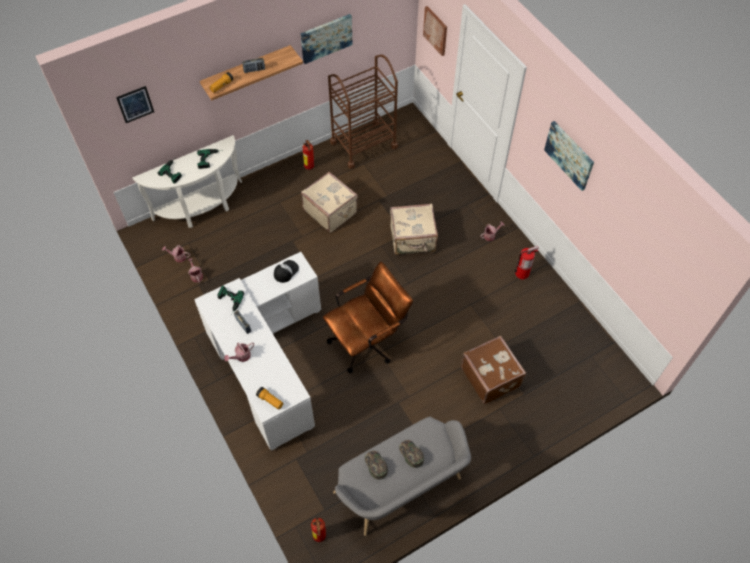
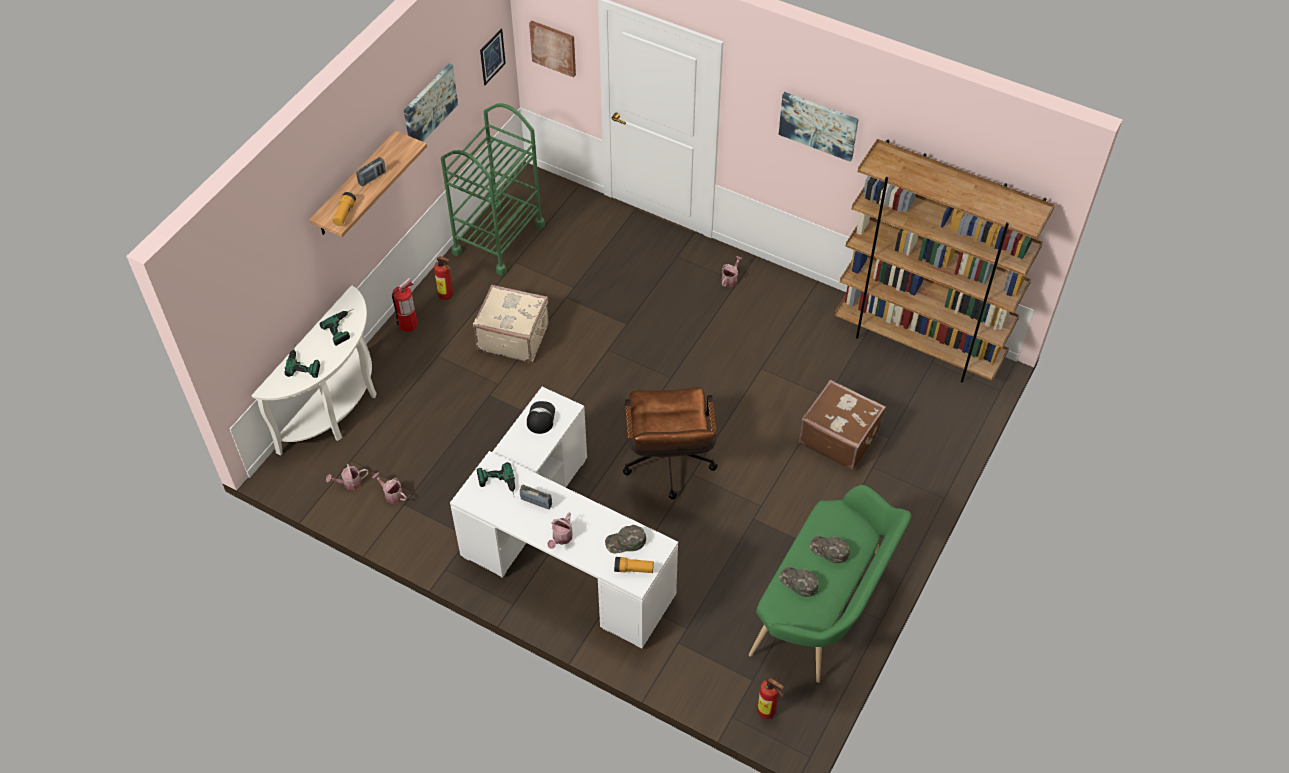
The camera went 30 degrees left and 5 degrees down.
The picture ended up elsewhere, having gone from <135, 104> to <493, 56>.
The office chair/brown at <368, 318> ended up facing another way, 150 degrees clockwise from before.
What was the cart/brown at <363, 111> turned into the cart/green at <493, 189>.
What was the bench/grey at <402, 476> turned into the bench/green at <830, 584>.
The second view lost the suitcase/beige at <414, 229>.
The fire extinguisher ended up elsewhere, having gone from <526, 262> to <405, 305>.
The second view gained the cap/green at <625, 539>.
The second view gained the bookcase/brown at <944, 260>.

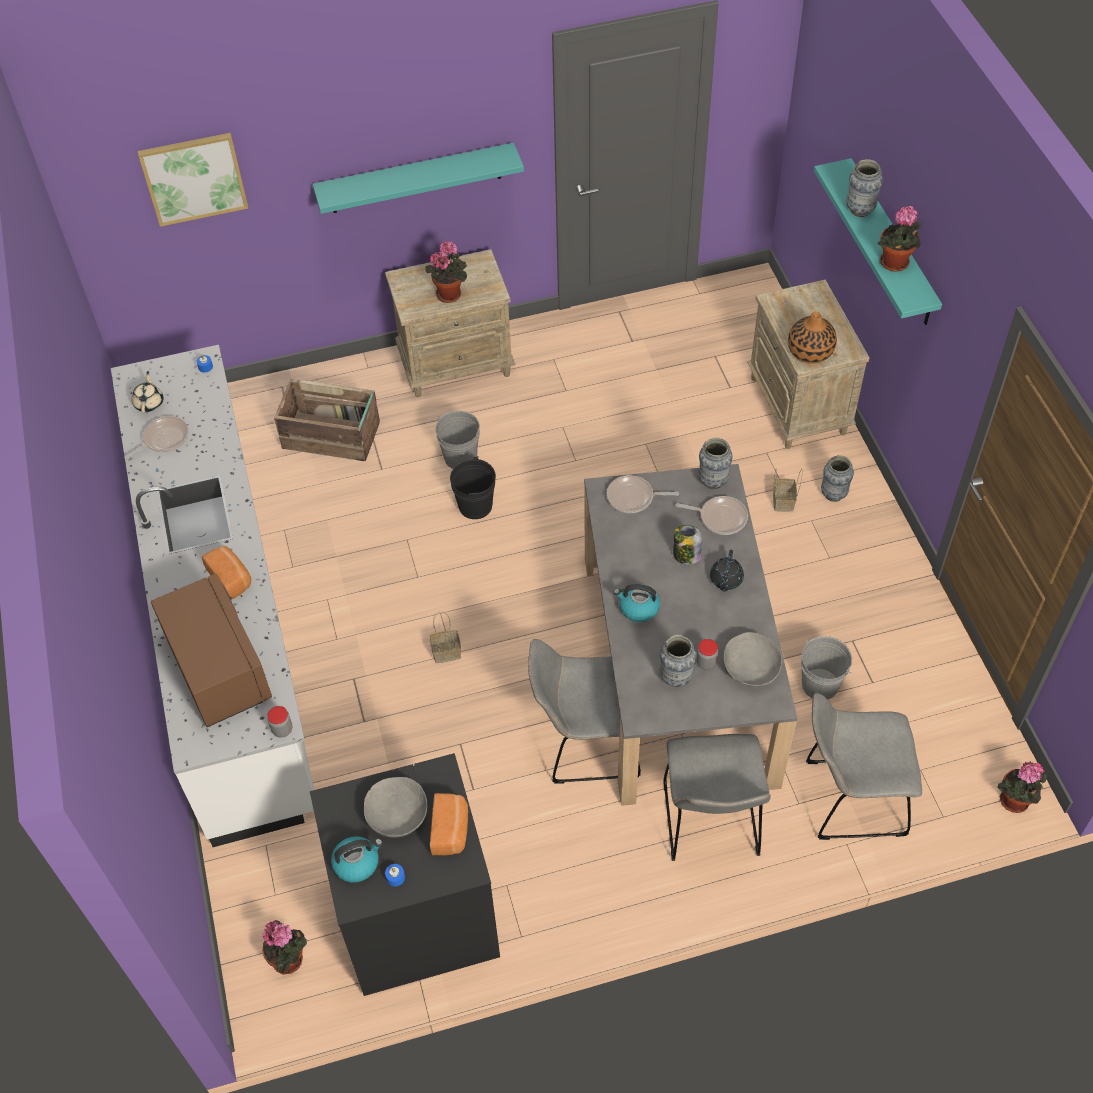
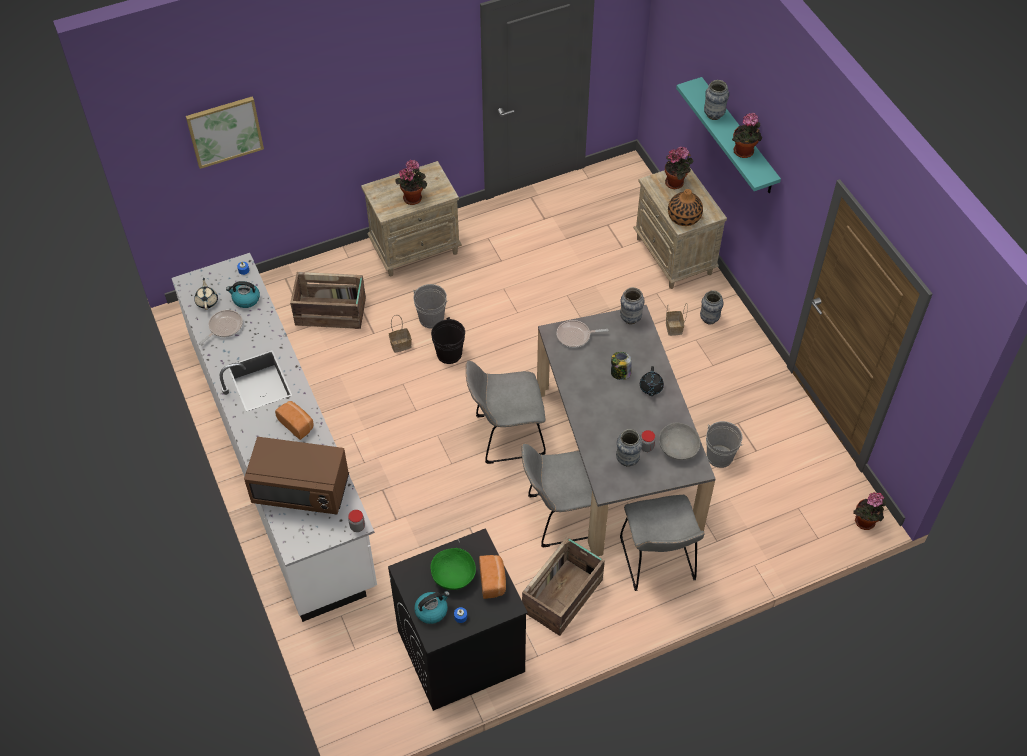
The camera went 10 degrees left and 0 degrees up.
The microwave/brown at <211, 650> ended up facing another way, 135 degrees clockwise from before.
The potted plant ended up elsewhere, having gone from <285, 947> to <679, 168>.
The second view lost the shelf/turquoise at <418, 178>.
What was the bowl/grey at <395, 807> turned into the bowl/green at <453, 569>.
The basket ended up elsewhere, having gone from <445, 637> to <400, 334>.
The kettle ended up elsewhere, having gone from <637, 603> to <243, 294>.
The second view lost the frying pan at <712, 515>.
The chair/grey ended up elsewhere, having gone from <864, 766> to <506, 412>.
The second view gained the crate at <563, 586>.

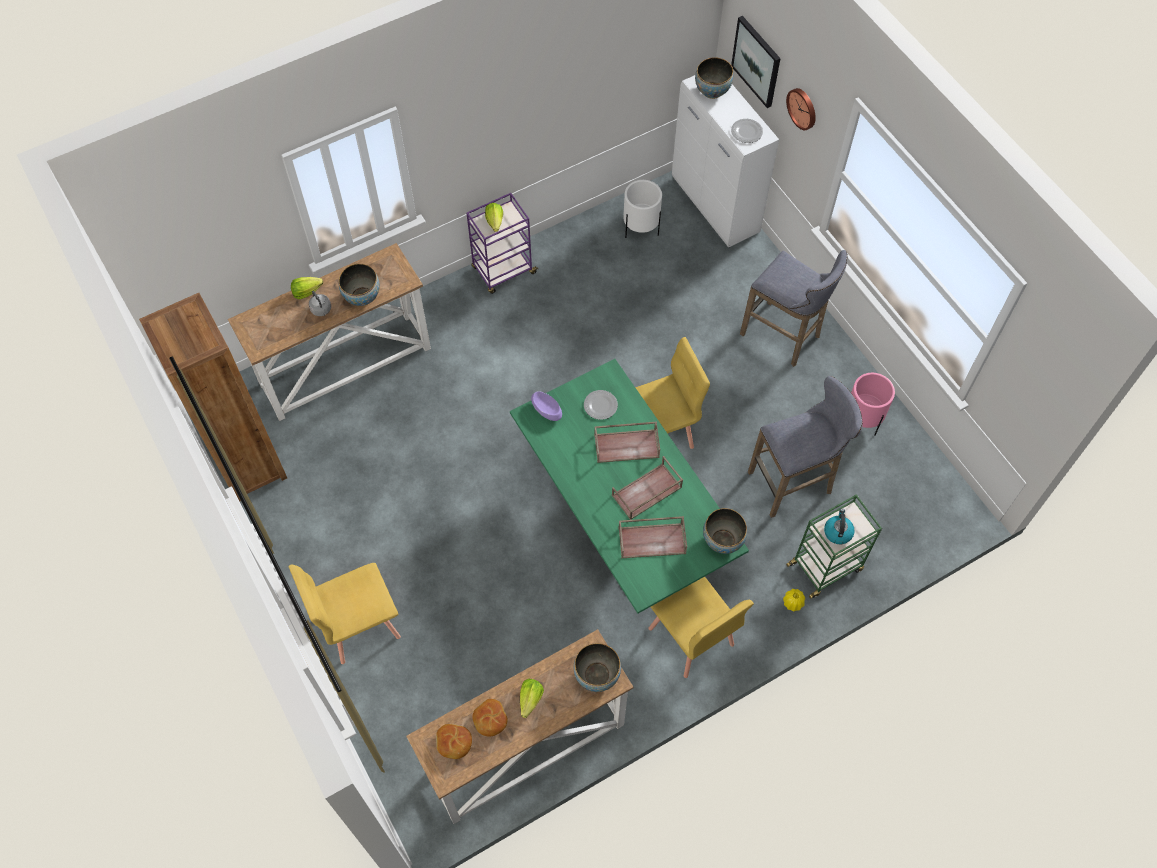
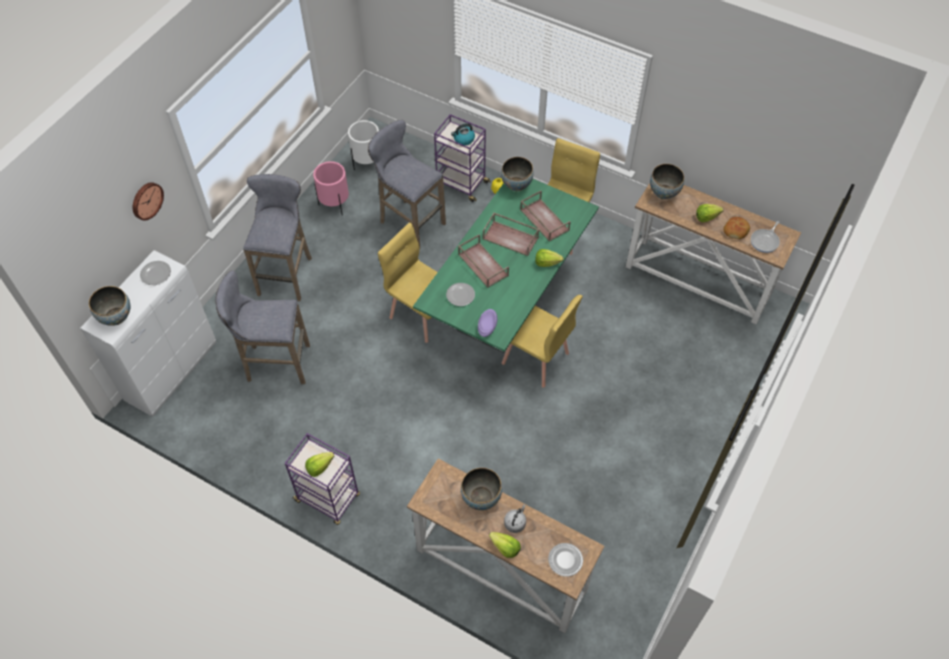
The camera went 120 degrees left and 5 degrees down.
The second view lost the bookcase/brown at <213, 397>.
The chair/yellow ended up elsewhere, having gone from <344, 613> to <542, 341>.
Where the bread stood at <454, 741>, the frying pan came to stand at <765, 237>.
The planter/white ended up elsewhere, having gone from <642, 209> to <363, 145>.
The second view lost the picture at <756, 62>.
What was the cart/green at <834, 546> turned into the cart/purple at <462, 158>.
The second view gained the stool/grey at <263, 327>.
The second view gained the lettuce at <549, 258>.
The second view gained the plate at <565, 560>.

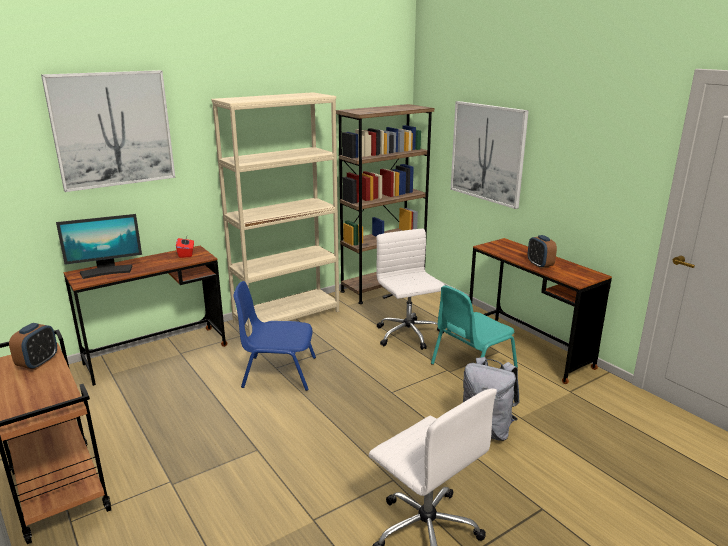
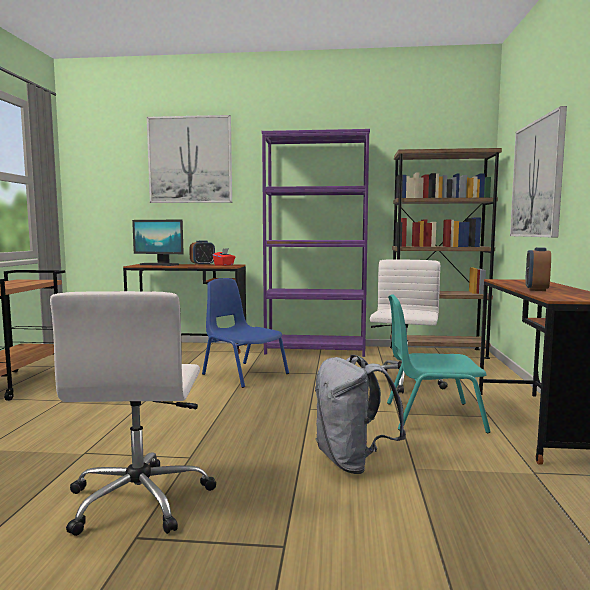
The camera went 40 degrees right and 15 degrees down.
The alarm clock ended up elsewhere, having gone from <33, 346> to <202, 253>.
What was the bookcase/beige at <275, 214> turned into the bookcase/purple at <315, 243>.

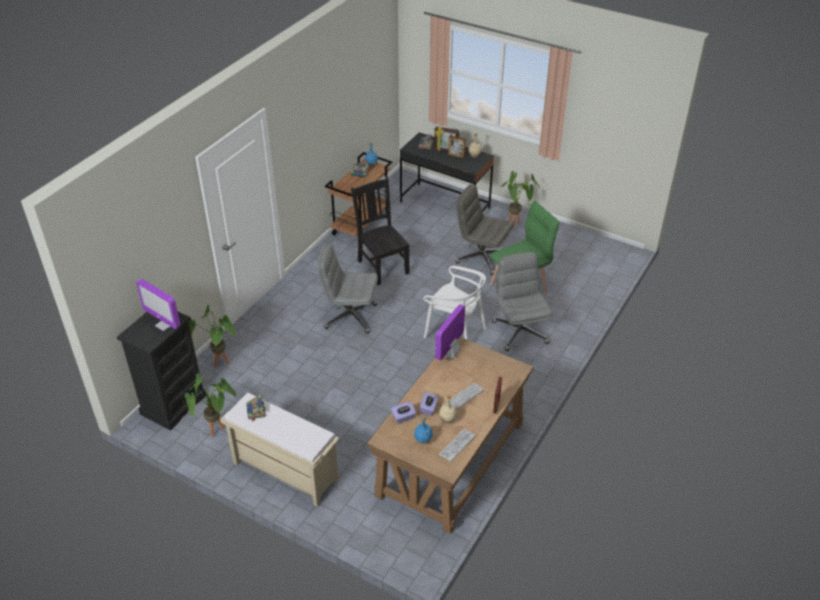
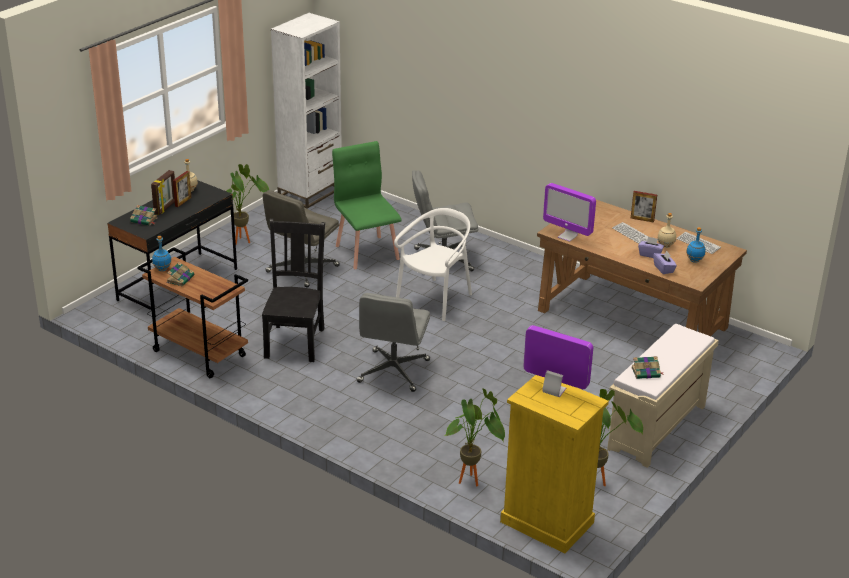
The camera went 85 degrees left and 10 degrees down.
What was the dresser/black at <161, 371> turned into the dresser/yellow at <554, 464>.
The monitor at <158, 305> ended up facing another way, 105 degrees counterclockwise from before.
The chair/black at <380, 231> ended up facing another way, 120 degrees clockwise from before.
The second view gained the bookcase/white at <306, 111>.

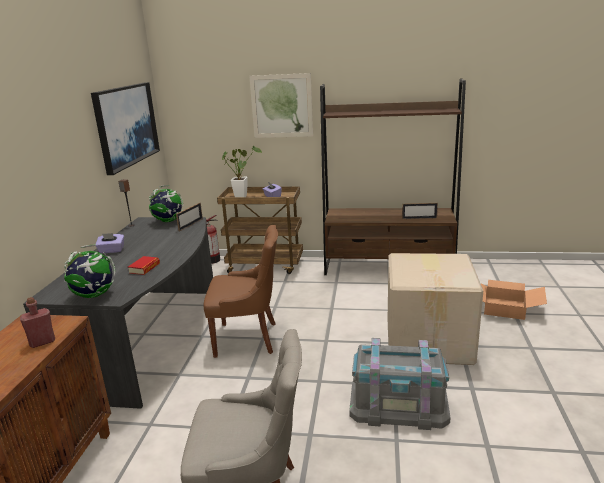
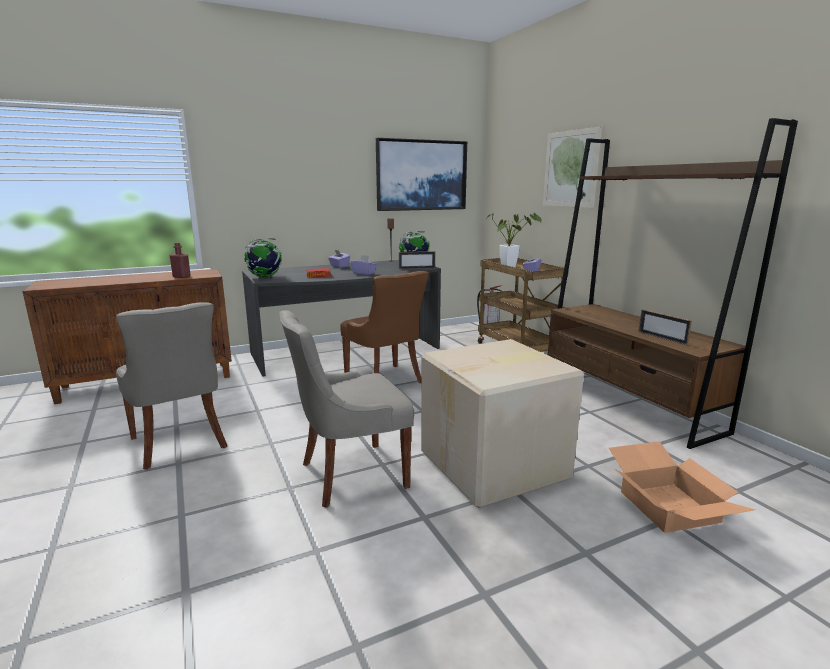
The camera went 55 degrees right and 5 degrees down.
Where the storage box/grey stood at <399, 384>, the chair/grey came to stand at <346, 409>.
The second view gained the tissue box/purple at <363, 265>.

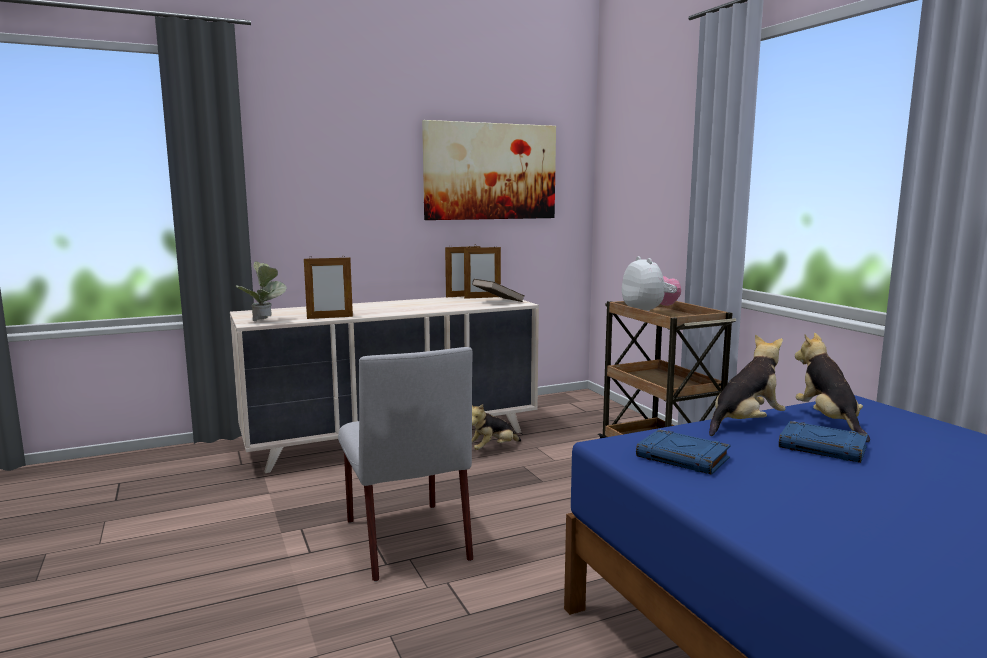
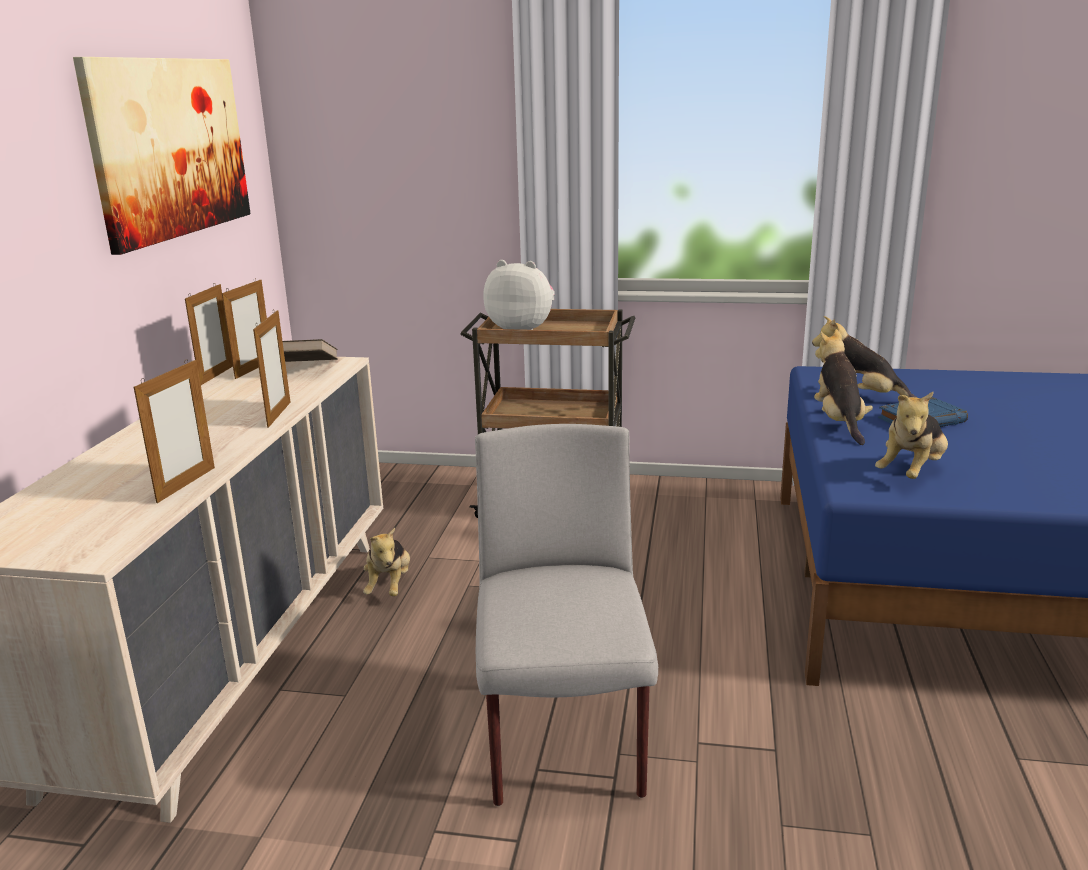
The camera went 55 degrees left and 10 degrees up.
The second view lost the potted plant at <261, 291>.
The chair/grey at <405, 464> ended up facing another way, 105 degrees counterclockwise from before.
Where the book/blue stood at <683, 452>, the plush toy came to stand at <911, 435>.
The second view gained the picture frame at <272, 368>.

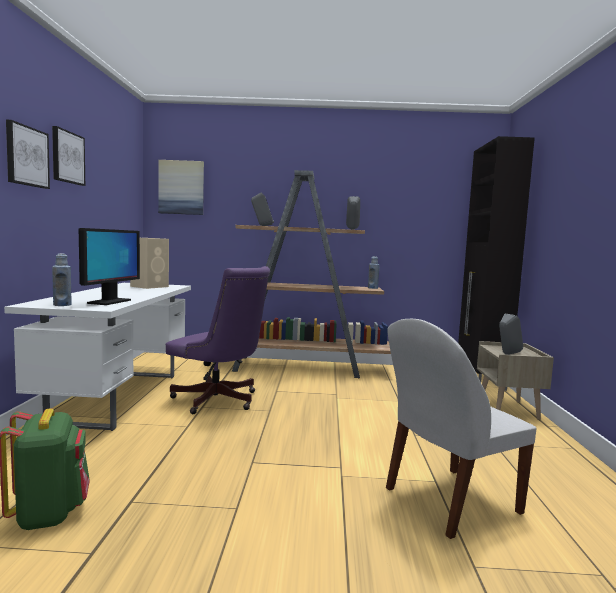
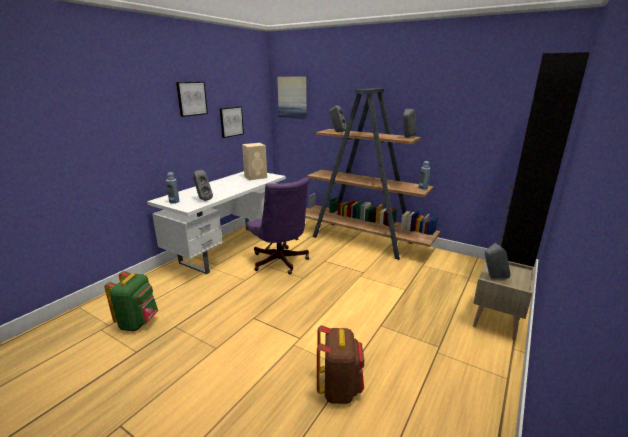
The camera went 30 degrees right and 15 degrees up.
The picture ended up elsewhere, having gone from <28, 154> to <231, 122>.
Where the monitor stood at <109, 266>, the speaker/grey came to stand at <203, 185>.
Where the chair/white stood at <461, 429>, the backpack/brown came to stand at <340, 364>.

